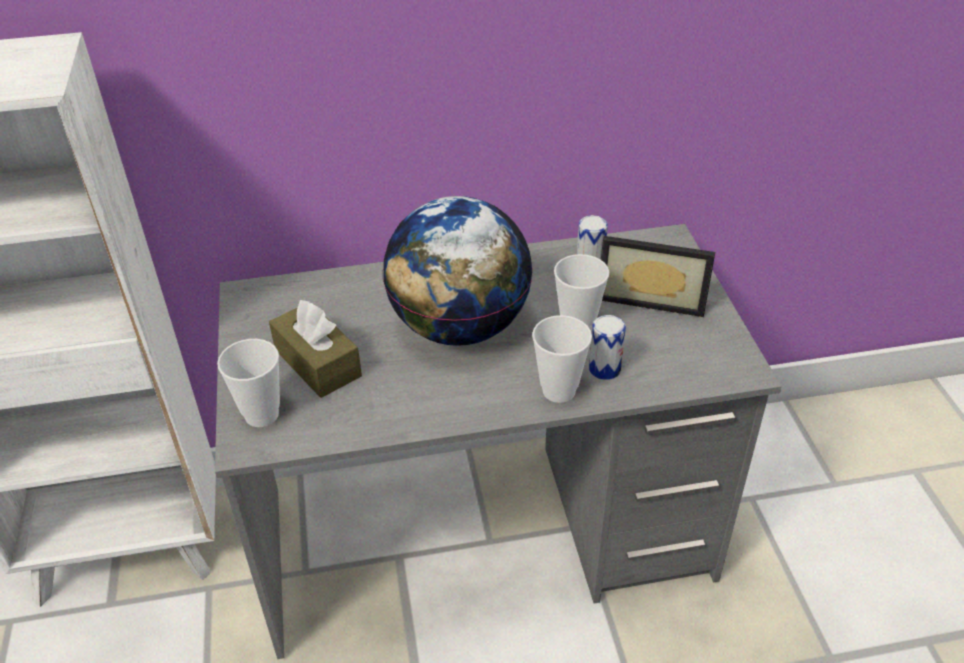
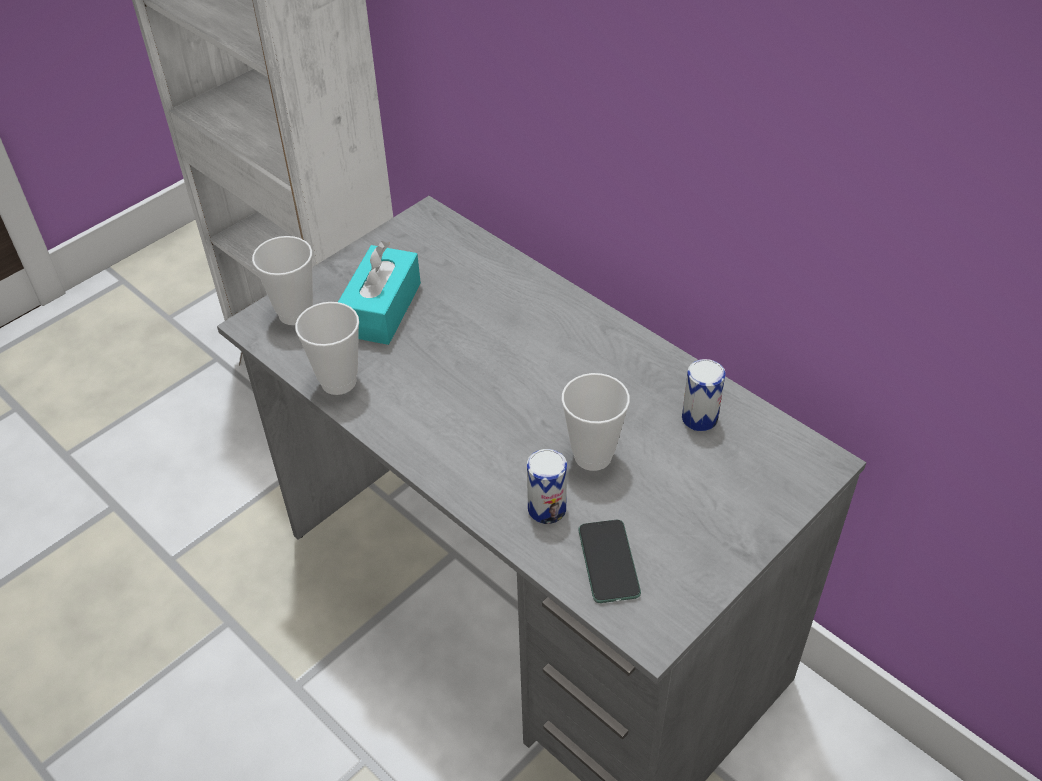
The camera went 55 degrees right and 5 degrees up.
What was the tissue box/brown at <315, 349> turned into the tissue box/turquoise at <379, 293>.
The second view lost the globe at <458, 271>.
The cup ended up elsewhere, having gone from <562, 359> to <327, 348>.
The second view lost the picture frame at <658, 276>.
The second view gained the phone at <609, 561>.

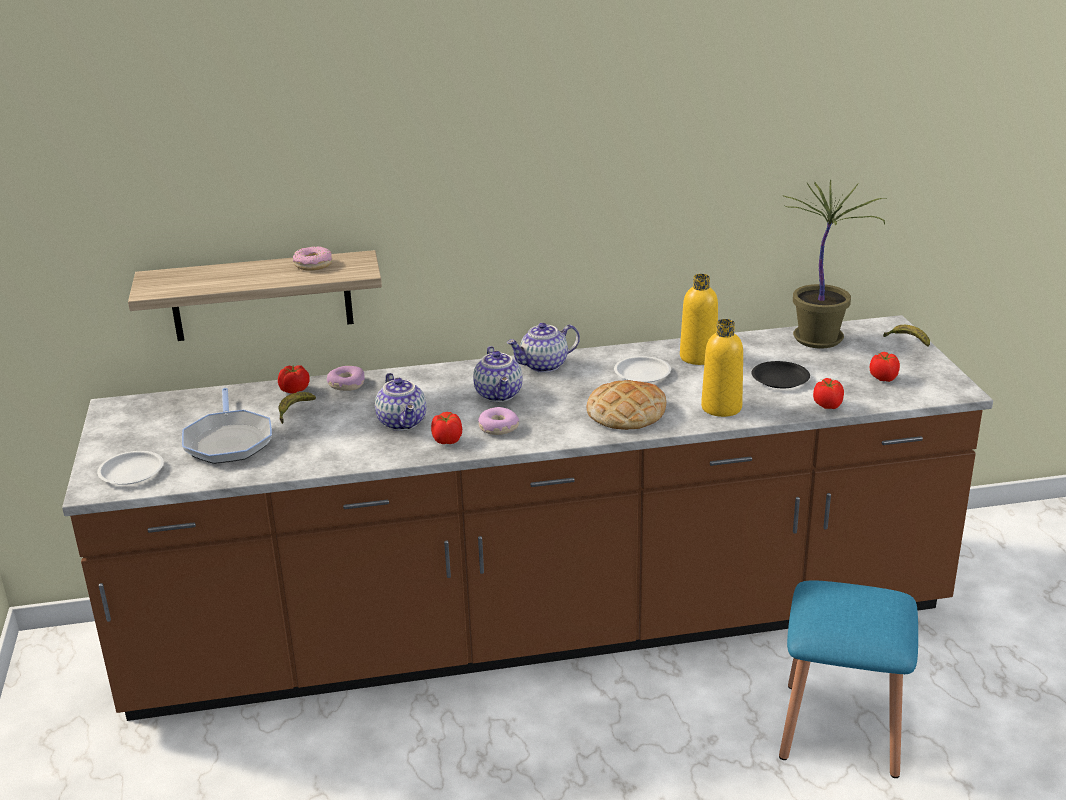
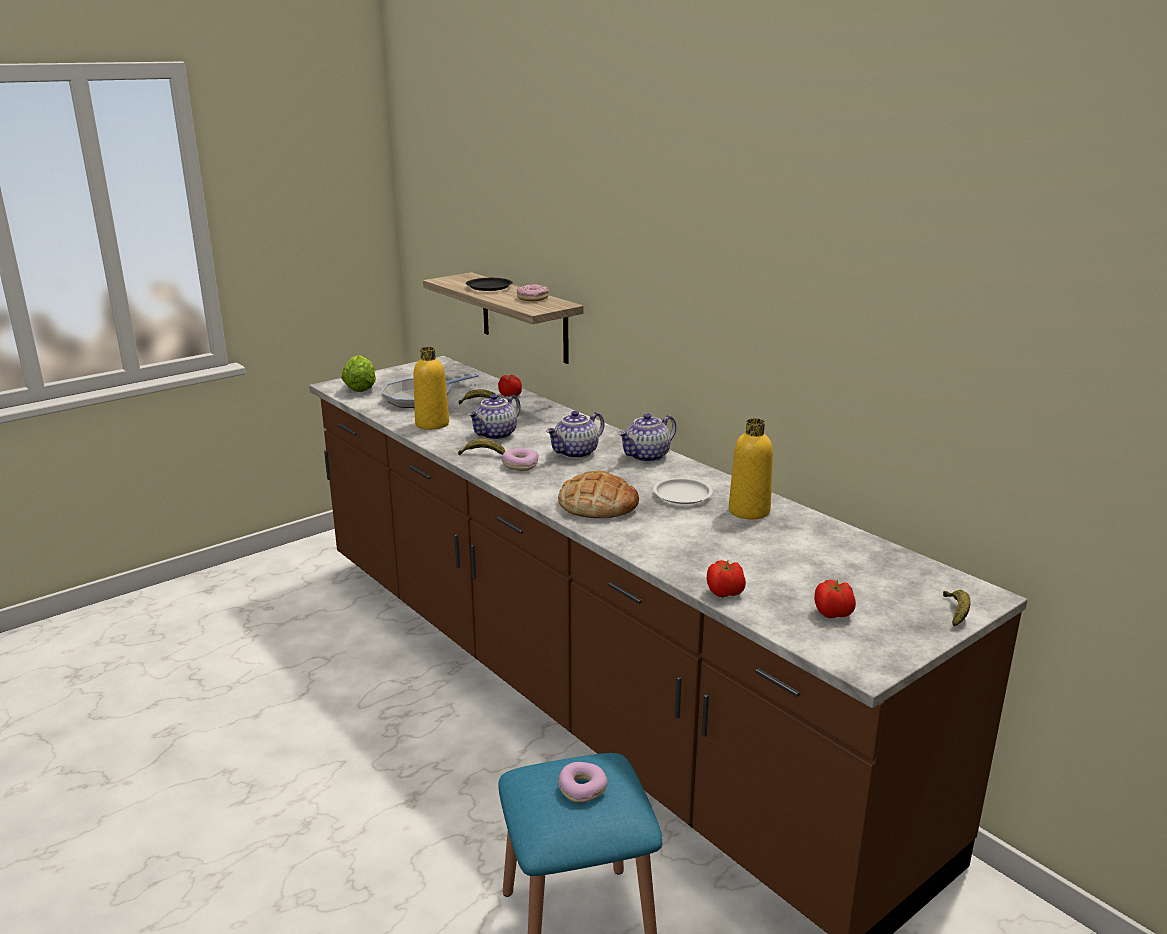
The camera went 60 degrees right and 5 degrees down.
Where the plate/white stood at <130, 468>, the lettuce came to stand at <358, 373>.
The donut ended up elsewhere, having gone from <346, 378> to <582, 782>.
Where the tomato stood at <446, 428>, the banana came to stand at <481, 447>.
The teapot at <543, 347> ended up facing another way, 75 degrees counterclockwise from before.
The bottle/yellow ended up elsewhere, having gone from <722, 368> to <431, 388>.
The plate/black ended up elsewhere, having gone from <780, 374> to <489, 284>.
The second view lost the potted plant at <834, 264>.

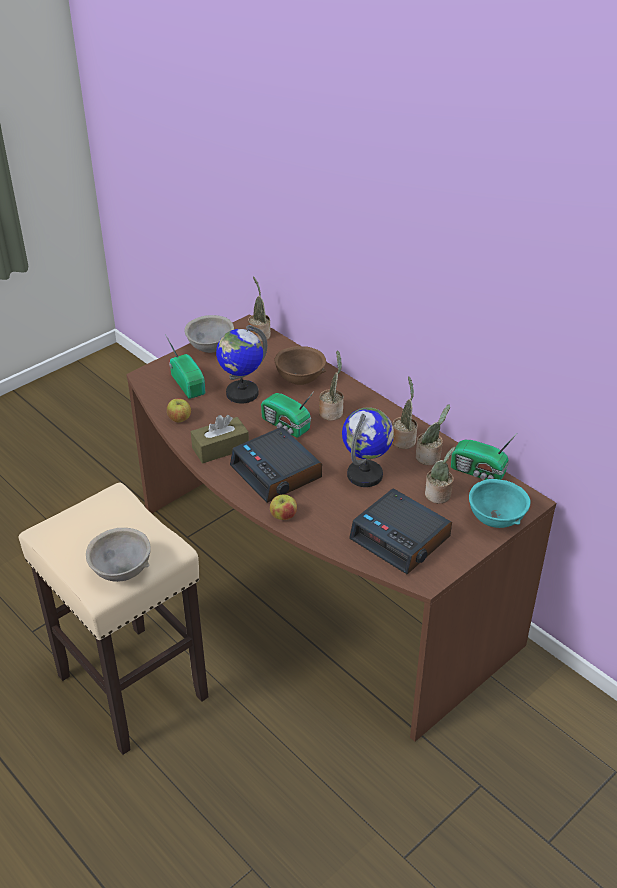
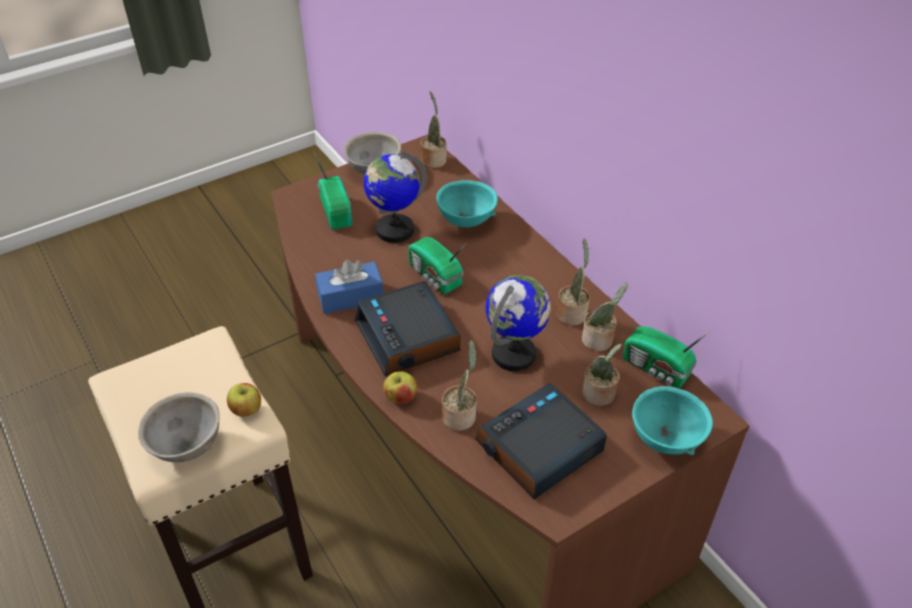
The camera went 10 degrees right and 5 degrees up.
The apple ended up elsewhere, having gone from <179, 410> to <244, 400>.
What was the tissue box/brown at <220, 439> turned into the tissue box/blue at <349, 287>.
What was the bowl/brown at <300, 365> turned into the bowl/turquoise at <467, 204>.
The potted plant ended up elsewhere, having gone from <331, 385> to <459, 385>.
The alarm clock at <400, 531> ended up facing another way, 90 degrees clockwise from before.

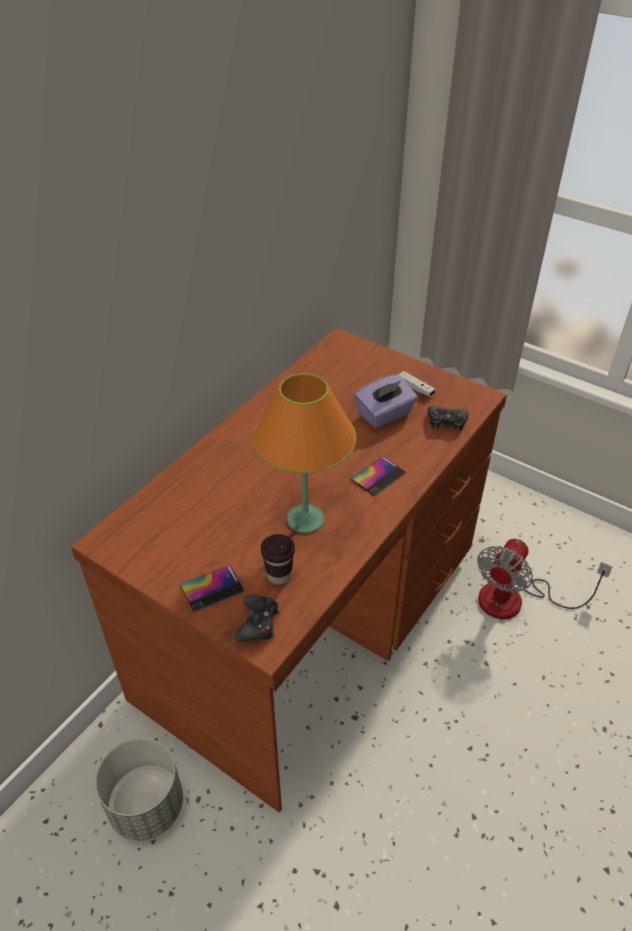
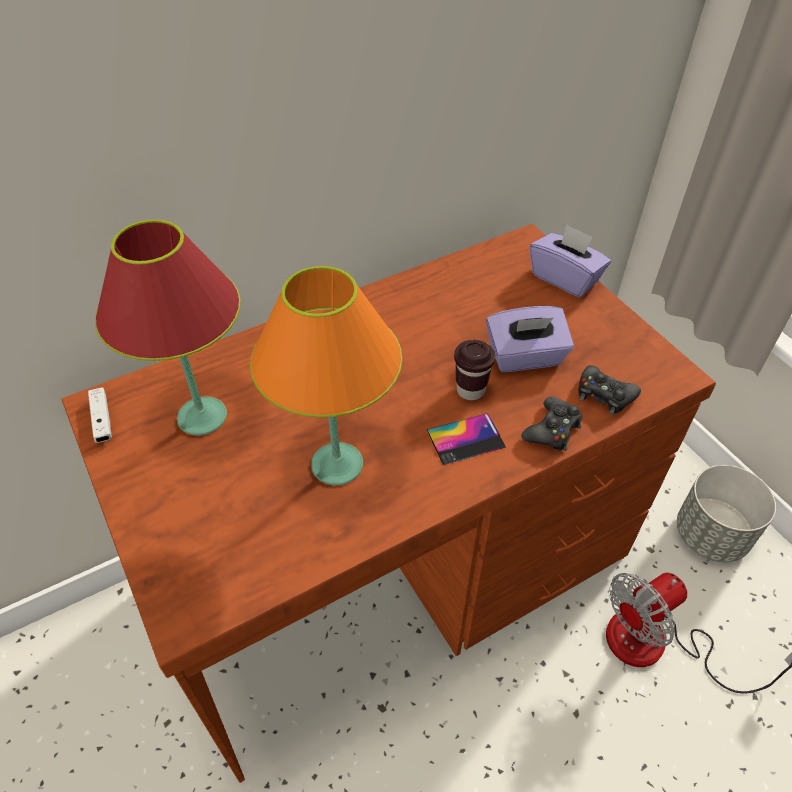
The camera went 25 degrees right and 5 degrees up.
The planter/grey ended up elsewhere, having gone from <139, 789> to <726, 513>.
The second view lost the phone at <212, 588>.
The game controller/black ended up elsewhere, having gone from <257, 618> to <551, 424>.
The cup/brown ended up elsewhere, having gone from <278, 559> to <474, 370>.
The game controller/white ended up elsewhere, having gone from <417, 384> to <100, 415>.
The second view gained the table lamp/red at <168, 327>.
The second view gained the tissue box/purple at <570, 261>.

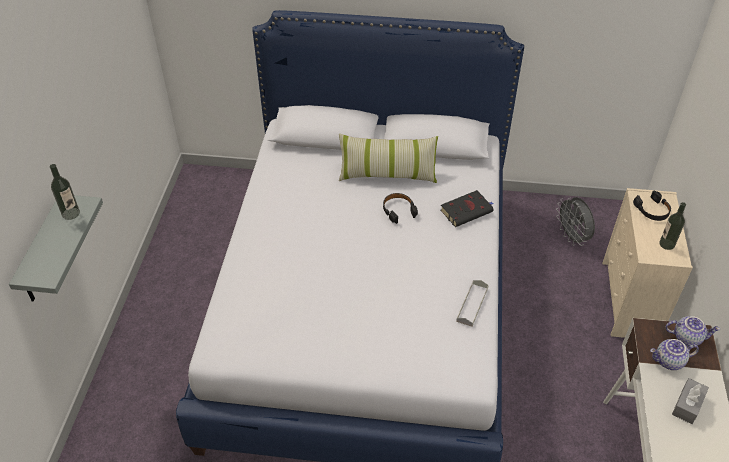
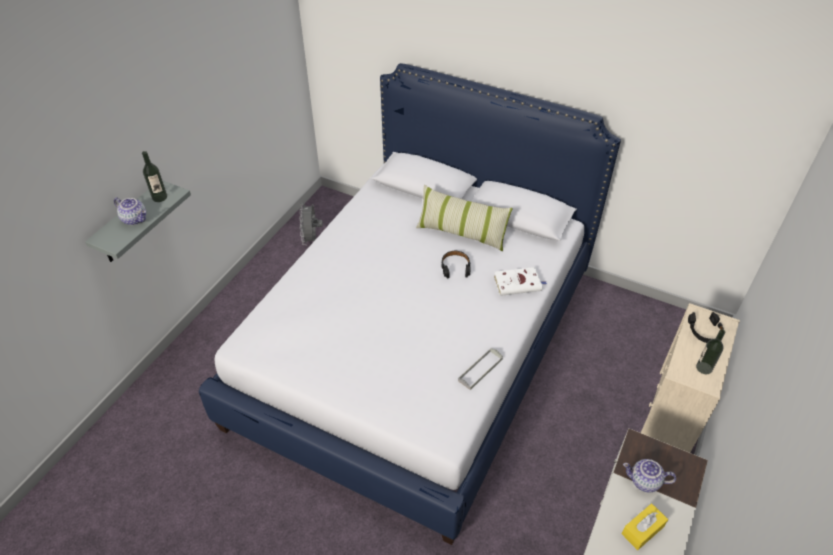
The camera went 20 degrees right and 0 degrees up.
What was the book/black at <467, 208> turned into the book/white at <520, 281>.
The fan/grey ended up elsewhere, having gone from <575, 221> to <311, 223>.
The teapot ended up elsewhere, having gone from <693, 331> to <130, 211>.
What was the tissue box/grey at <690, 401> turned into the tissue box/yellow at <644, 526>.

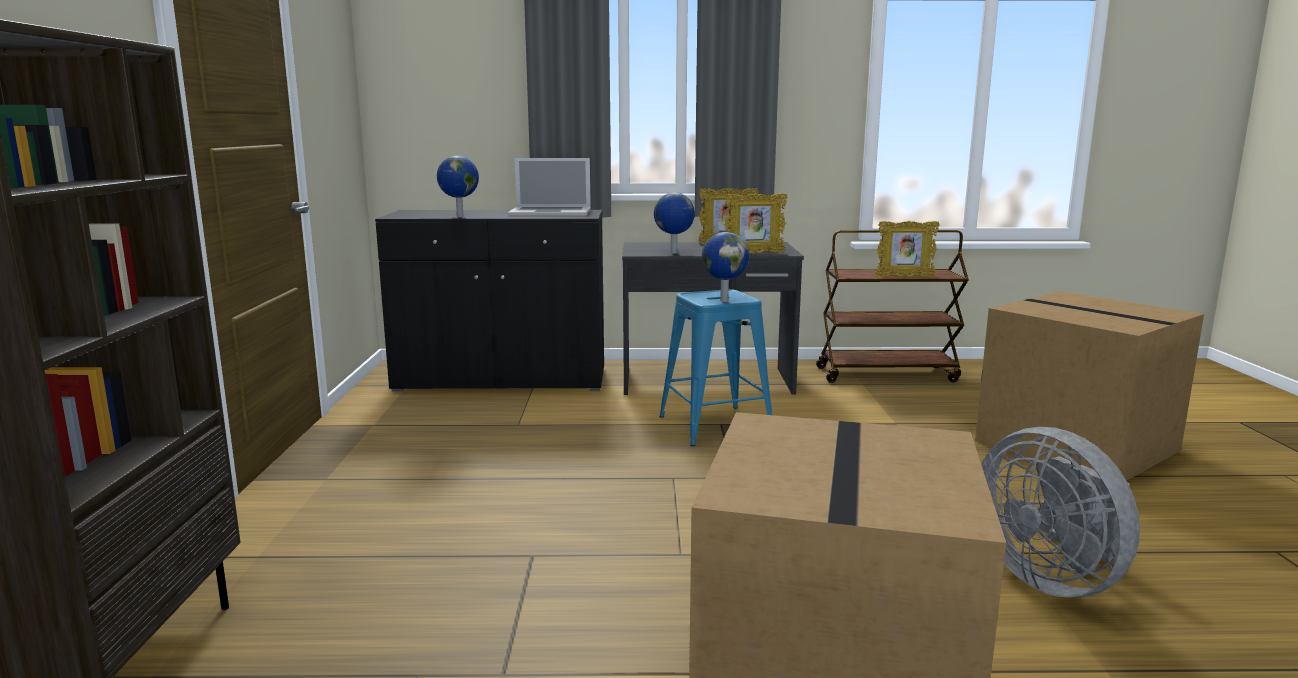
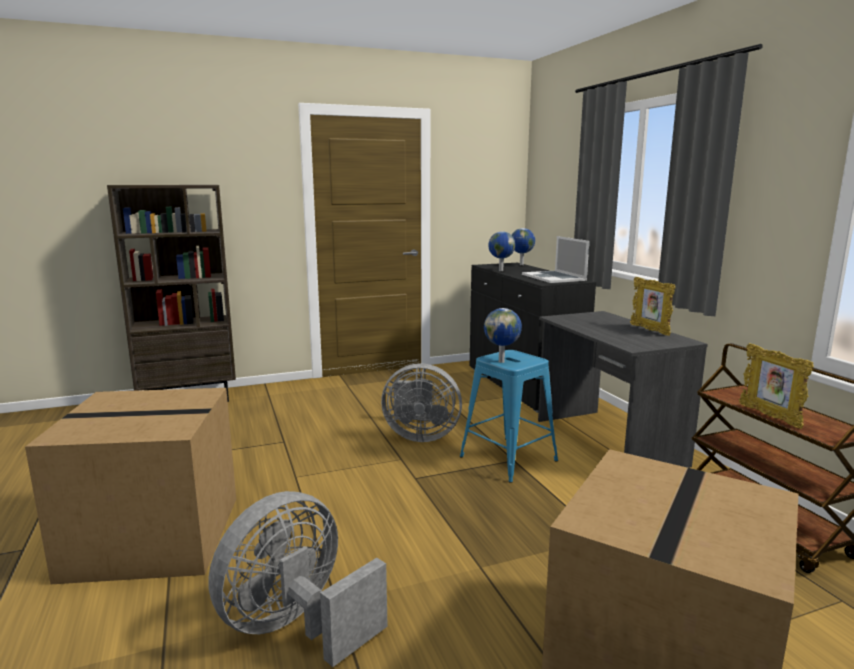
The camera went 70 degrees right and 0 degrees up.
The globe ended up elsewhere, having gone from <674, 223> to <523, 246>.
The second view lost the picture frame at <755, 223>.
The second view gained the fan/grey at <421, 402>.

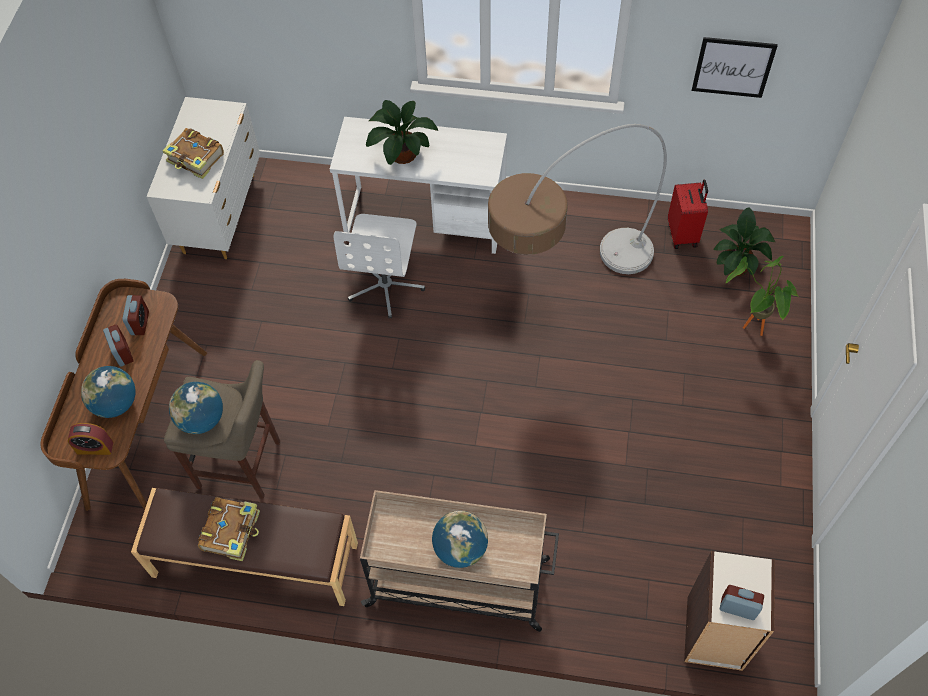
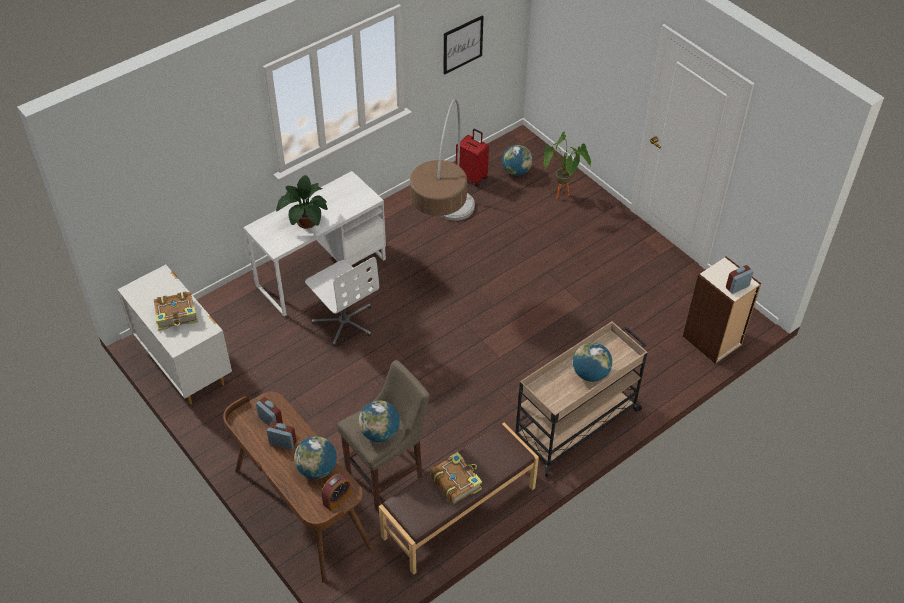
The camera went 50 degrees left and 10 degrees down.
Where the potted plant stood at <744, 242>, the globe came to stand at <517, 160>.

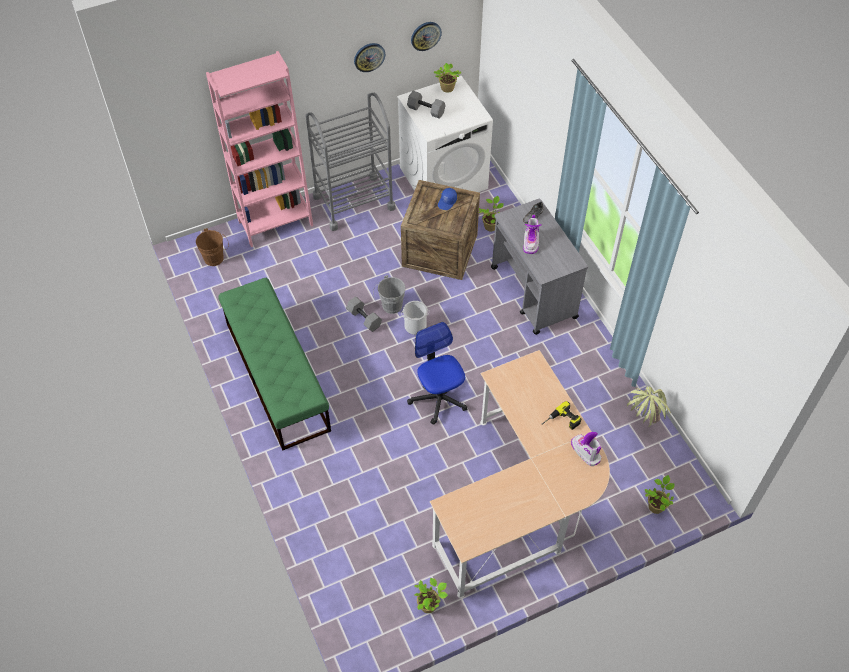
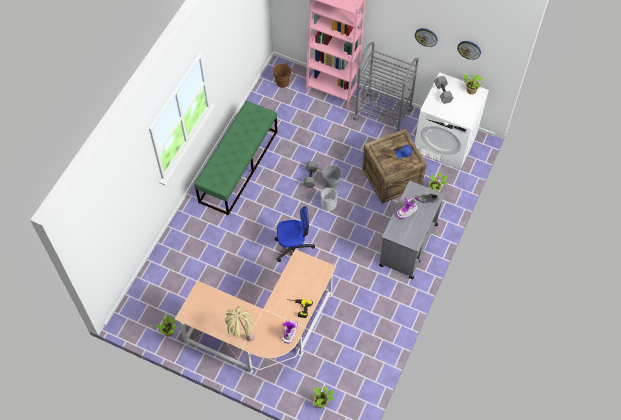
The camera went 50 degrees right and 5 degrees up.
The office chair at <437, 373> ended up facing another way, 60 degrees clockwise from before.
The potted plant ended up elsewhere, having gone from <649, 406> to <240, 324>.

